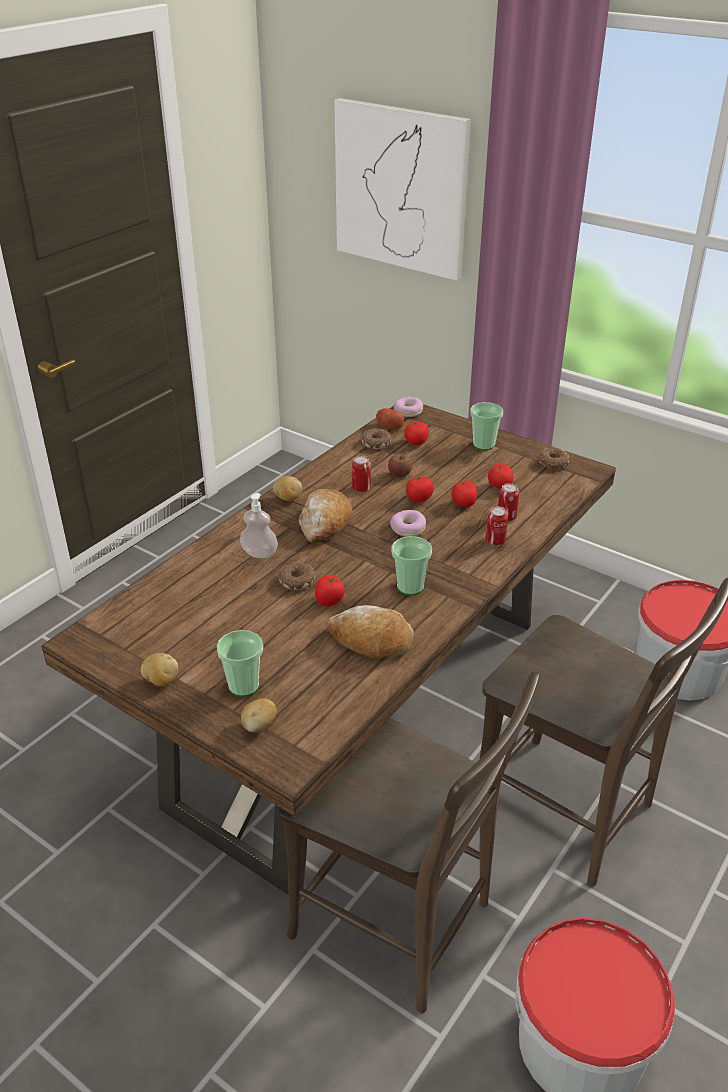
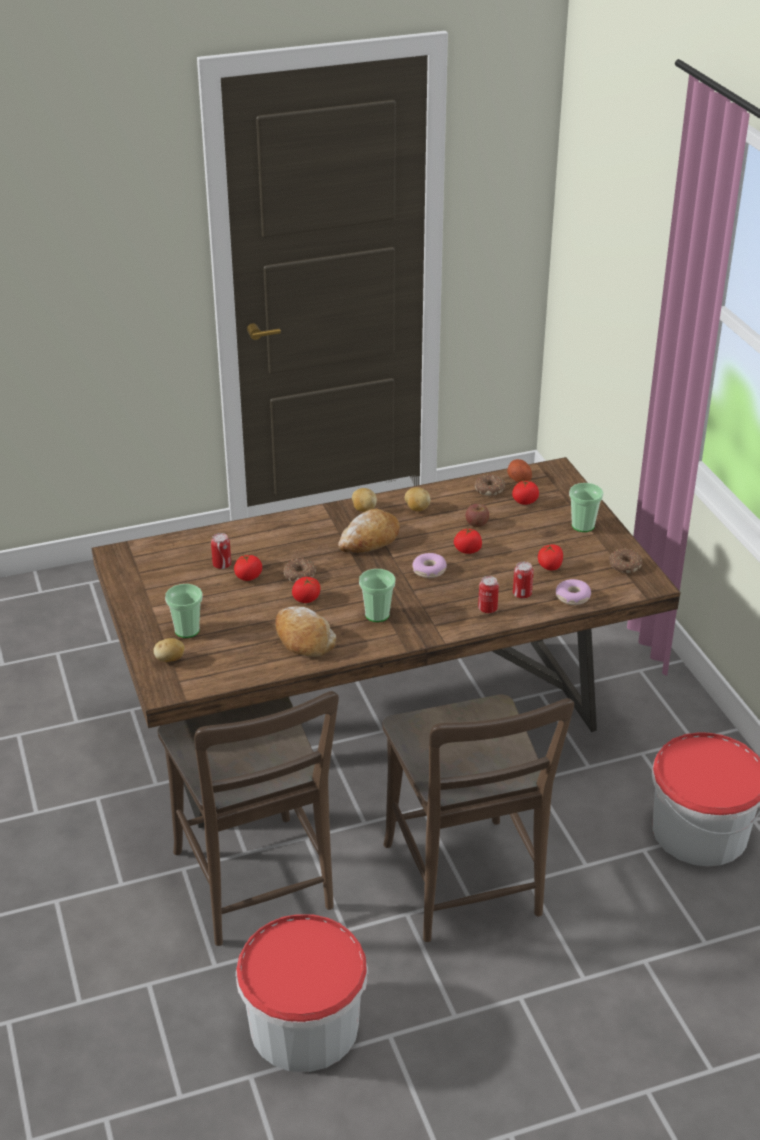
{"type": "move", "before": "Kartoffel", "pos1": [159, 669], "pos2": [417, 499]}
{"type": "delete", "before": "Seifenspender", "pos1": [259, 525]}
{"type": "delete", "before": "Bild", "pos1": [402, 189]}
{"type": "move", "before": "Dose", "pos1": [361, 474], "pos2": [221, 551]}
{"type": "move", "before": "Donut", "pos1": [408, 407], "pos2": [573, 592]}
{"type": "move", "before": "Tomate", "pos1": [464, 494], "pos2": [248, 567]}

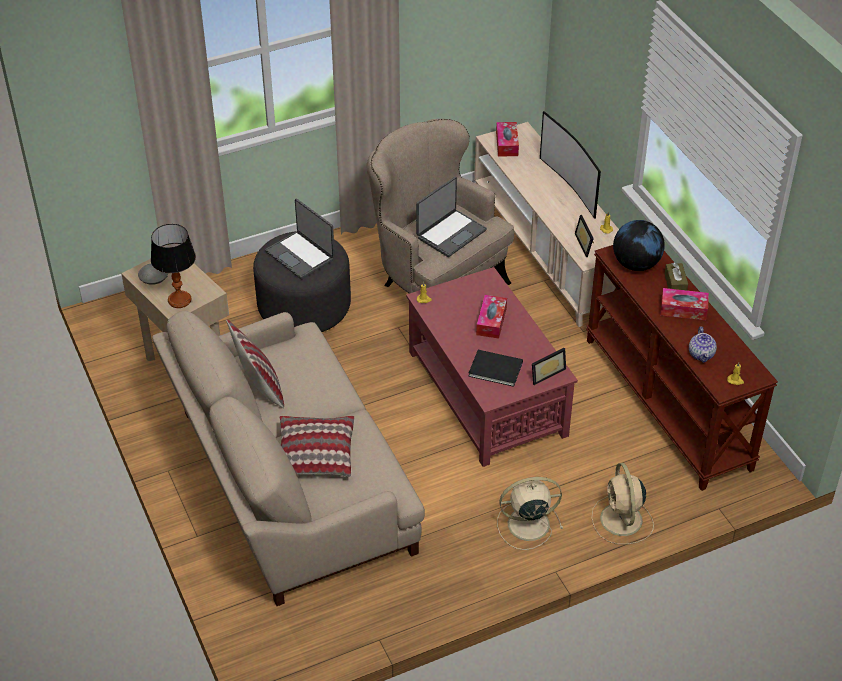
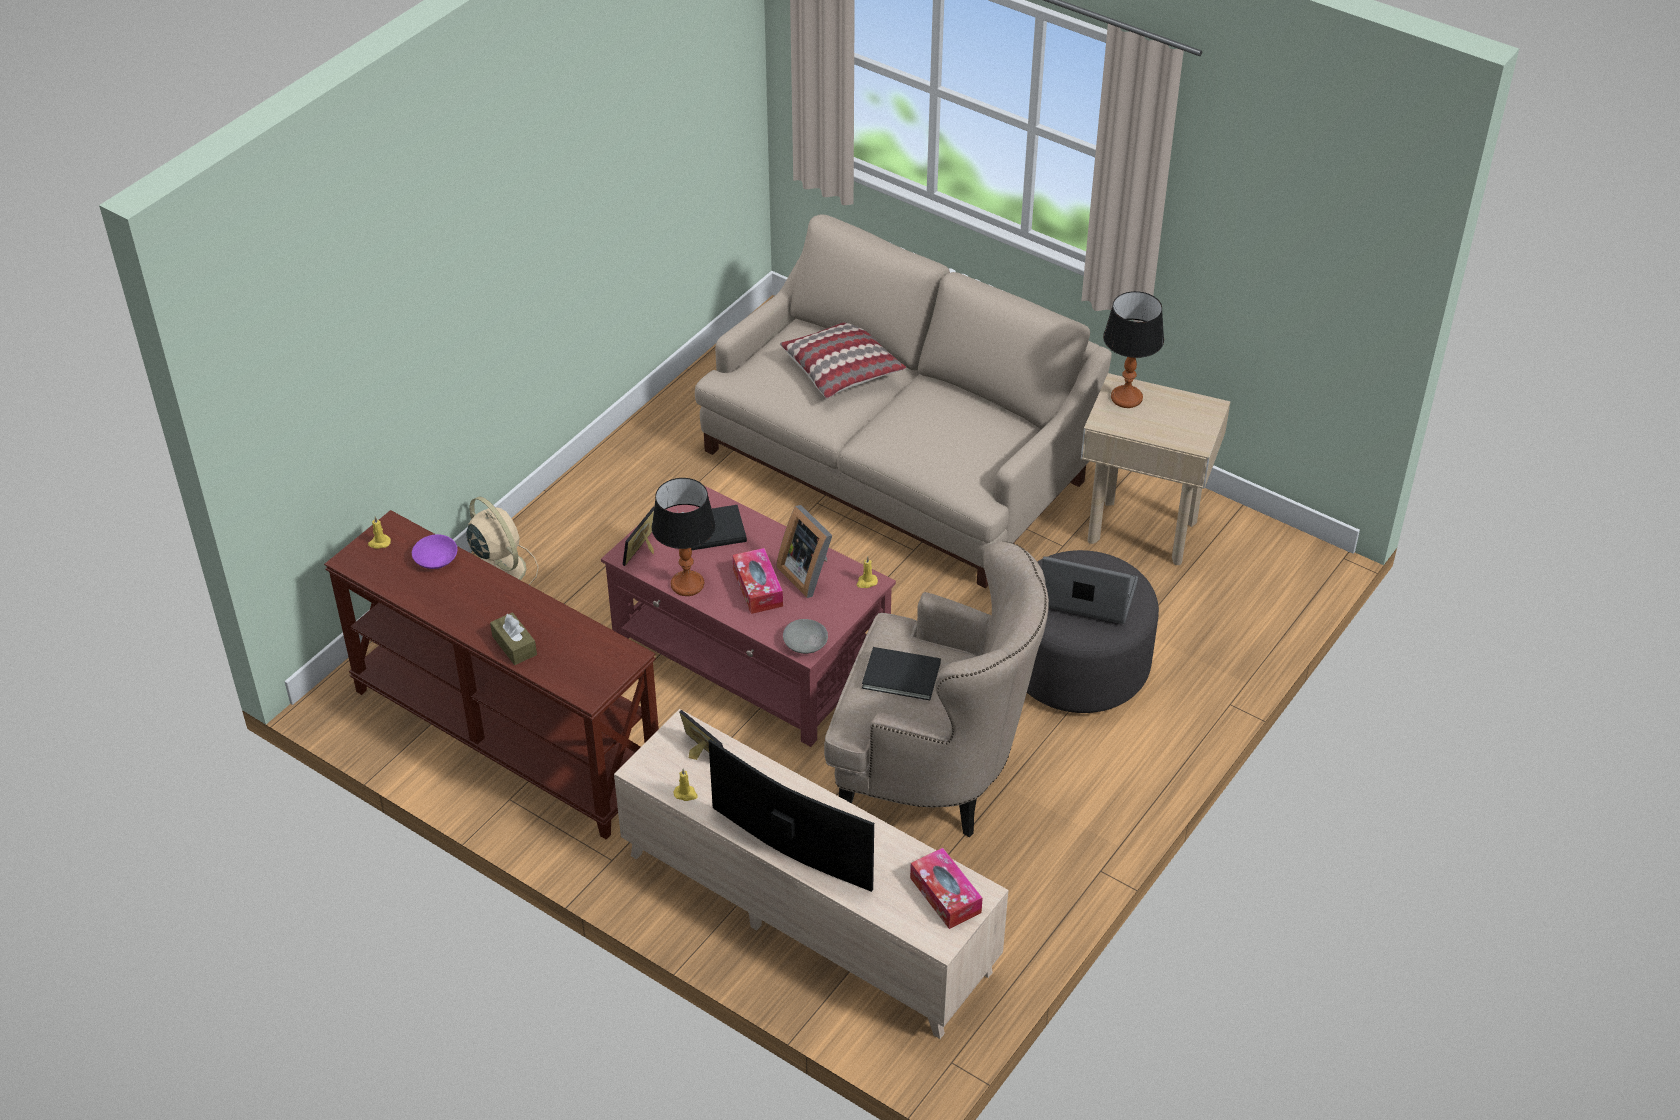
{"type": "move", "before": "Schüssel (grau)", "pos1": [153, 274], "pos2": [805, 636]}
{"type": "delete", "before": "Kissen", "pos1": [255, 363]}
{"type": "replace", "before": "Laptop", "after": "Buch (schwarz)", "pos1": [451, 217], "pos2": [901, 673]}
{"type": "delete", "before": "Ventilator (beige)", "pos1": [530, 513]}
{"type": "delete", "before": "Globus", "pos1": [639, 245]}
{"type": "delete", "before": "Taschentuchbox", "pos1": [684, 304]}
{"type": "replace", "before": "Teekanne", "after": "Schüssel (lila)", "pos1": [703, 344], "pos2": [434, 551]}
{"type": "insert", "after": "Tischlampe", "pos2": [684, 537]}
{"type": "insert", "after": "Bilderrahmen", "pos2": [804, 551]}

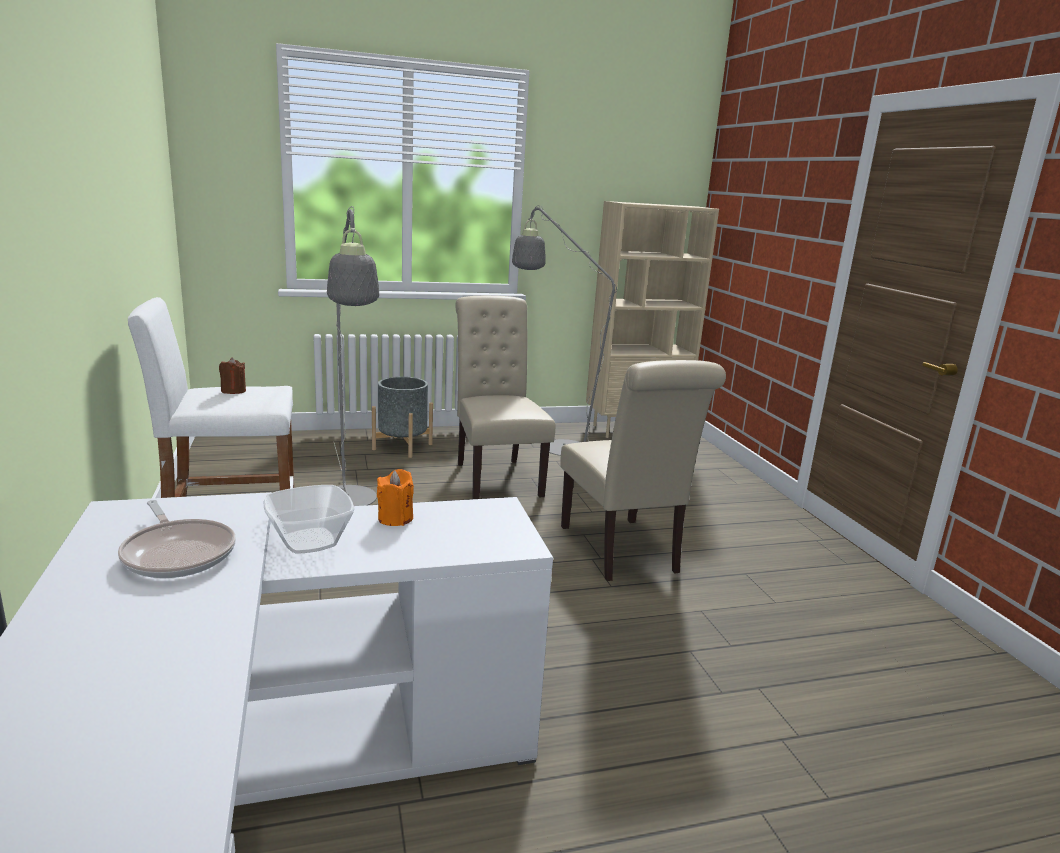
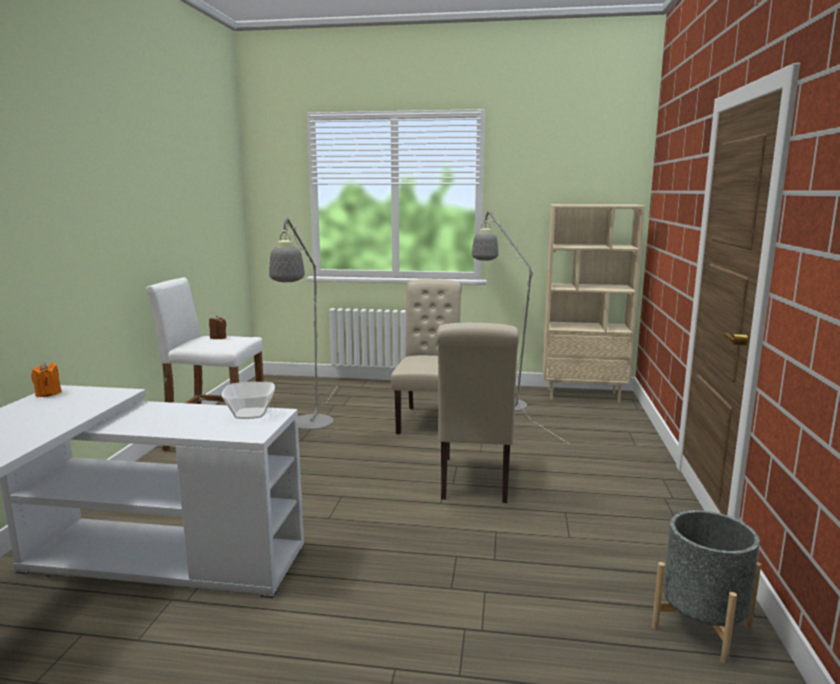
{"type": "delete", "before": "Pfanne", "pos1": [177, 539]}
{"type": "move", "before": "Schüssel", "pos1": [309, 519], "pos2": [248, 400]}
{"type": "move", "before": "Pflanzkübel (grau)", "pos1": [402, 417], "pos2": [706, 587]}
{"type": "move", "before": "Kerze (orange)", "pos1": [395, 497], "pos2": [46, 379]}

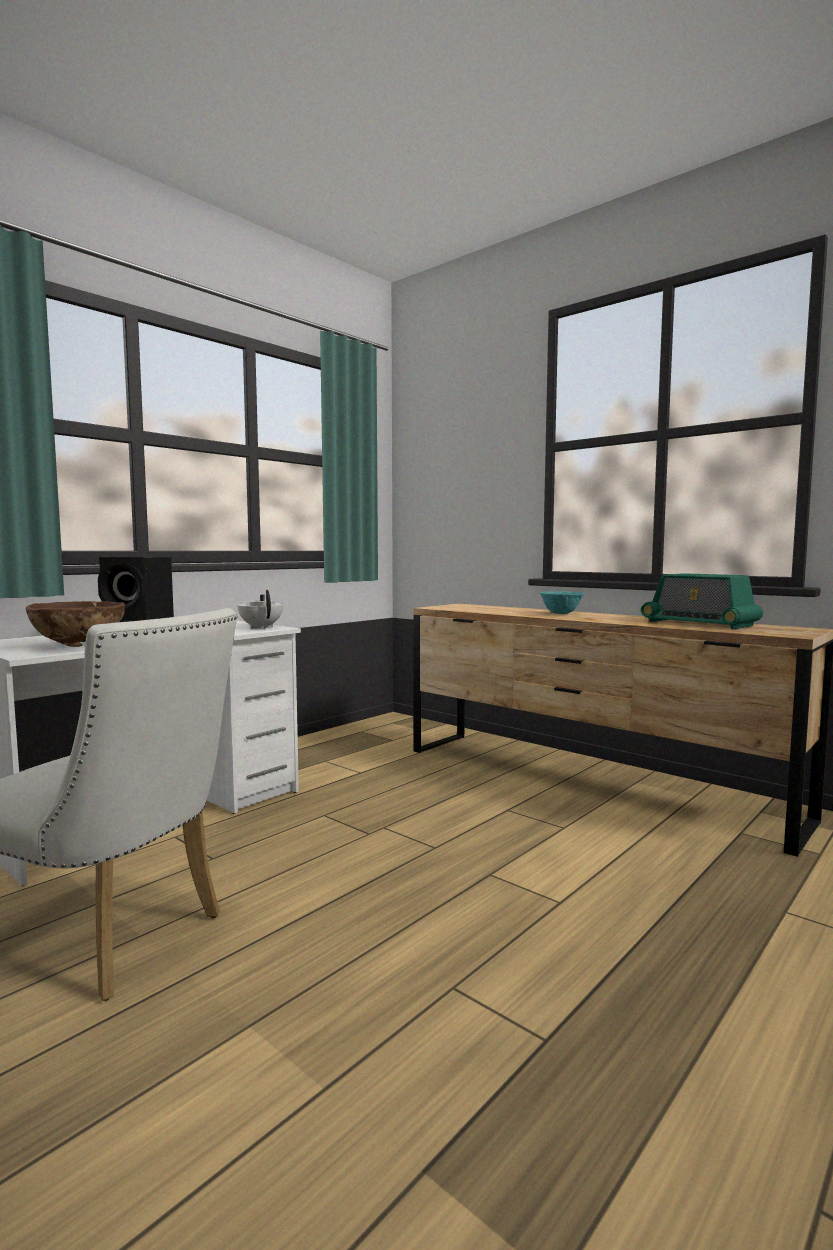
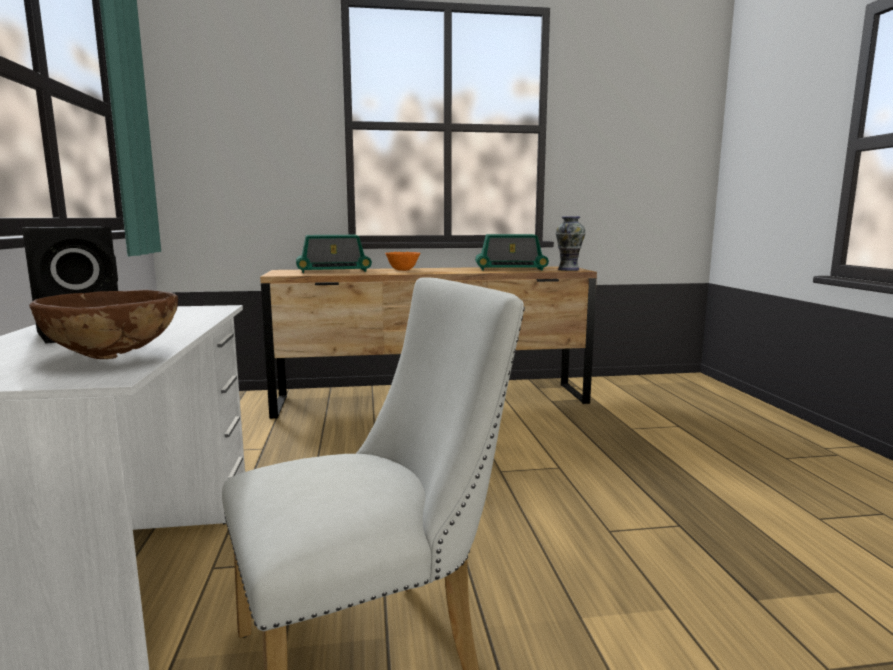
{"type": "delete", "before": "Teekanne (weiß)", "pos1": [260, 609]}
{"type": "recolor", "before": "Schüssel (türkis)", "after": "Schüssel (orange)", "pos1": [562, 602], "pos2": [402, 261]}
{"type": "insert", "after": "Radio", "pos2": [334, 254]}
{"type": "insert", "after": "Vase", "pos2": [570, 243]}

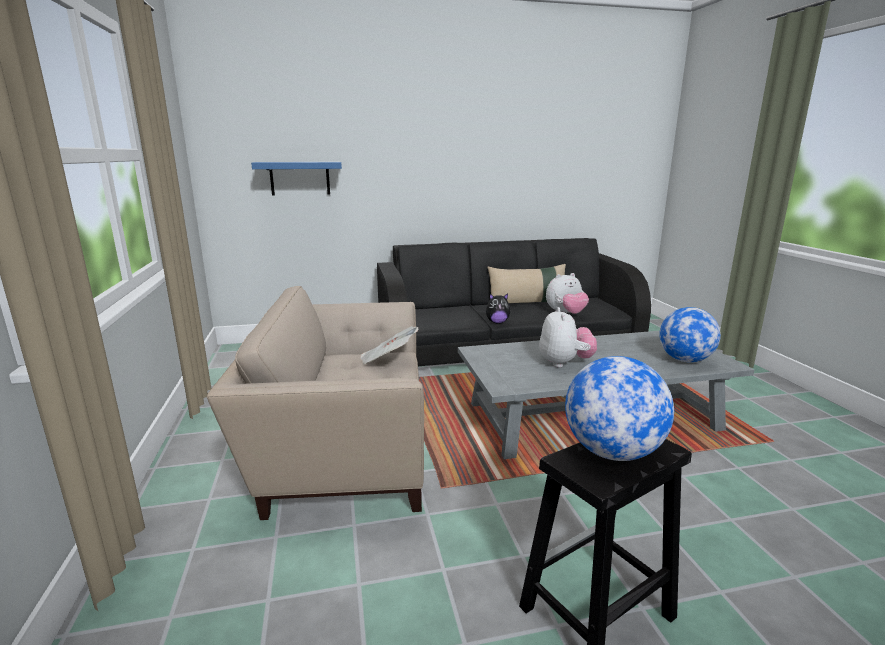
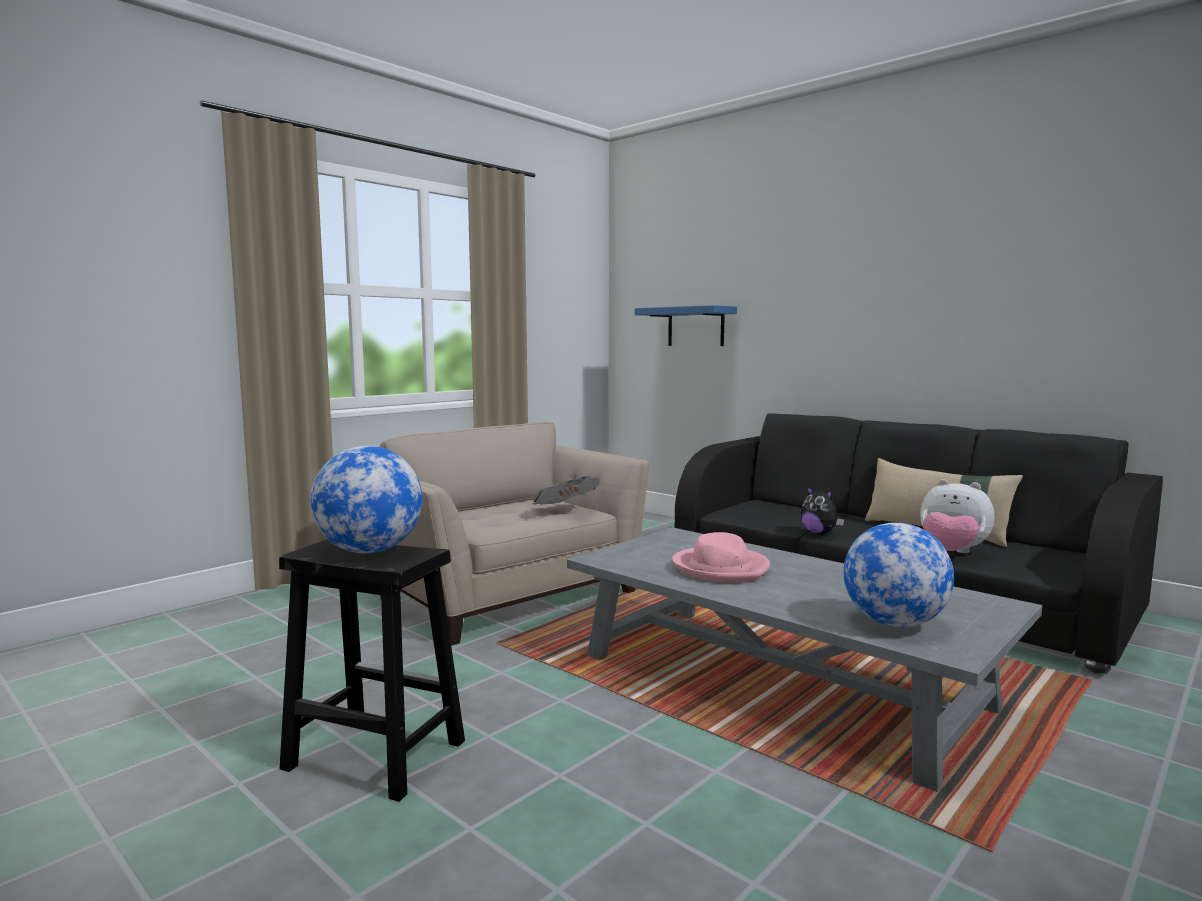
{"type": "replace", "before": "Plüschtier", "after": "Hut (rosa)", "pos1": [568, 337], "pos2": [721, 557]}

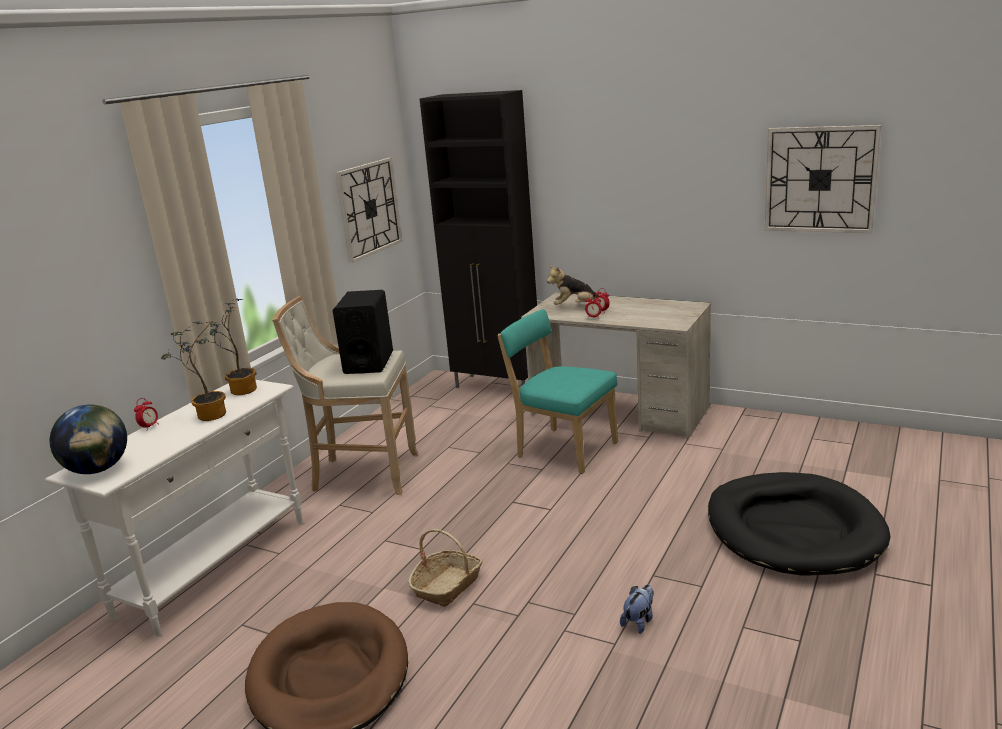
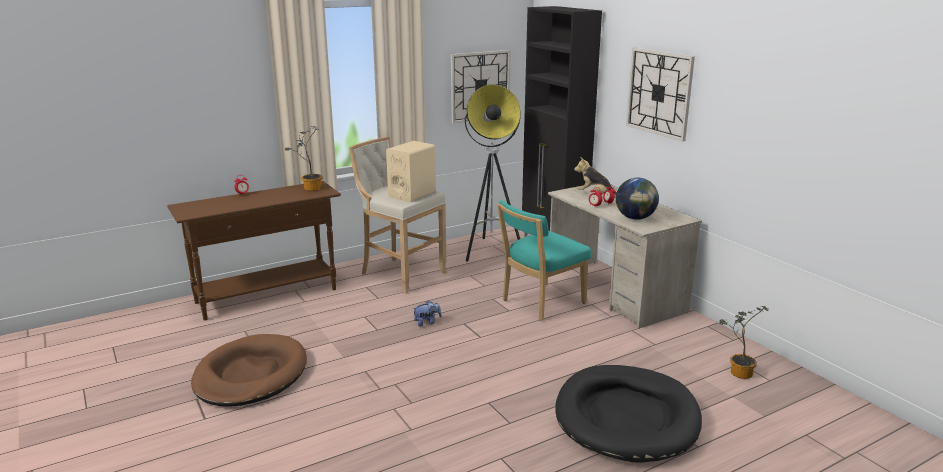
{"type": "recolor", "before": "Konsolentisch (weiß)", "after": "Konsolentisch (braun)", "pos1": [174, 508], "pos2": [254, 250]}
{"type": "move", "before": "Globus", "pos1": [88, 439], "pos2": [637, 199]}
{"type": "move", "before": "Topfpflanze", "pos1": [193, 371], "pos2": [744, 342]}
{"type": "recolor", "before": "Lautsprecher (schwarz)", "after": "Lautsprecher (beige)", "pos1": [363, 332], "pos2": [411, 171]}
{"type": "delete", "before": "Korb", "pos1": [445, 568]}
{"type": "rotate", "before": "Stuhl (türkis)", "pos1": [557, 391], "pos2": [544, 260], "turn": -105}
{"type": "move", "before": "Plüschtier", "pos1": [637, 609], "pos2": [427, 314]}
{"type": "move", "before": "Wanduhr", "pos1": [823, 179], "pos2": [660, 95]}
{"type": "insert", "after": "Stehlampe", "pos2": [492, 173]}

